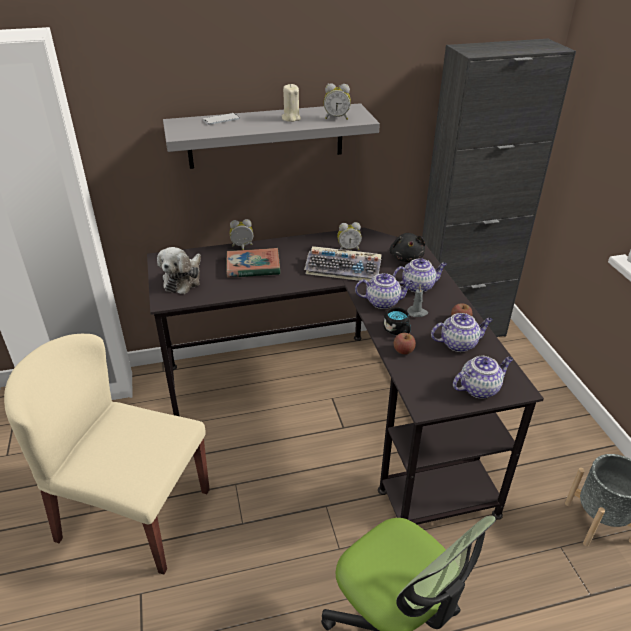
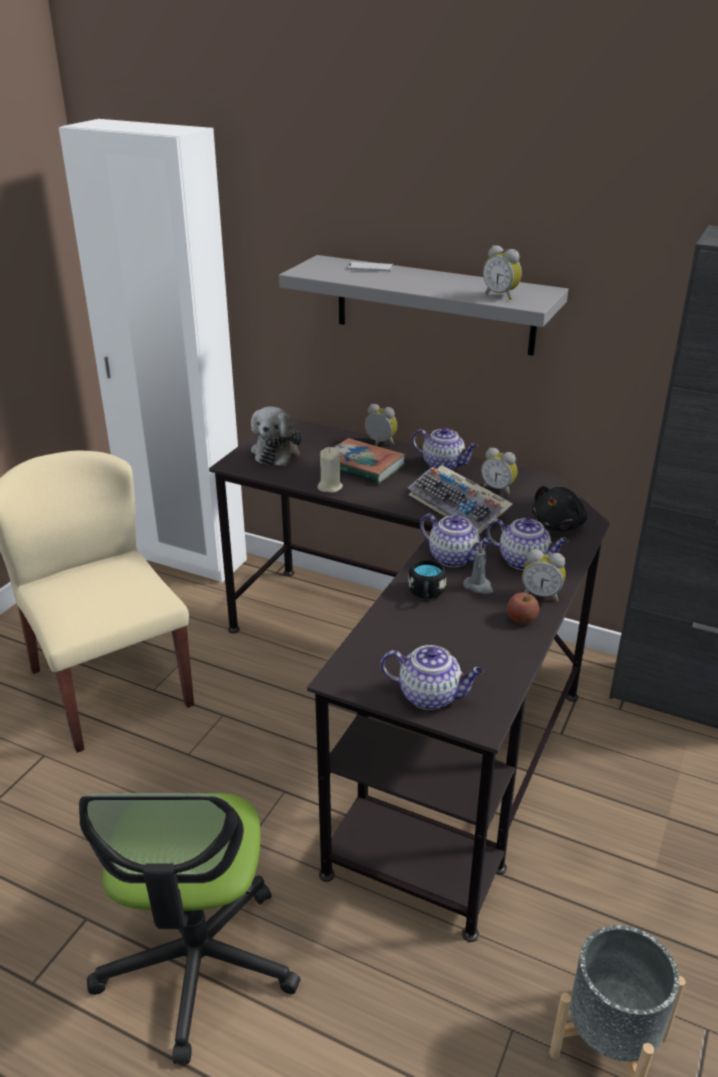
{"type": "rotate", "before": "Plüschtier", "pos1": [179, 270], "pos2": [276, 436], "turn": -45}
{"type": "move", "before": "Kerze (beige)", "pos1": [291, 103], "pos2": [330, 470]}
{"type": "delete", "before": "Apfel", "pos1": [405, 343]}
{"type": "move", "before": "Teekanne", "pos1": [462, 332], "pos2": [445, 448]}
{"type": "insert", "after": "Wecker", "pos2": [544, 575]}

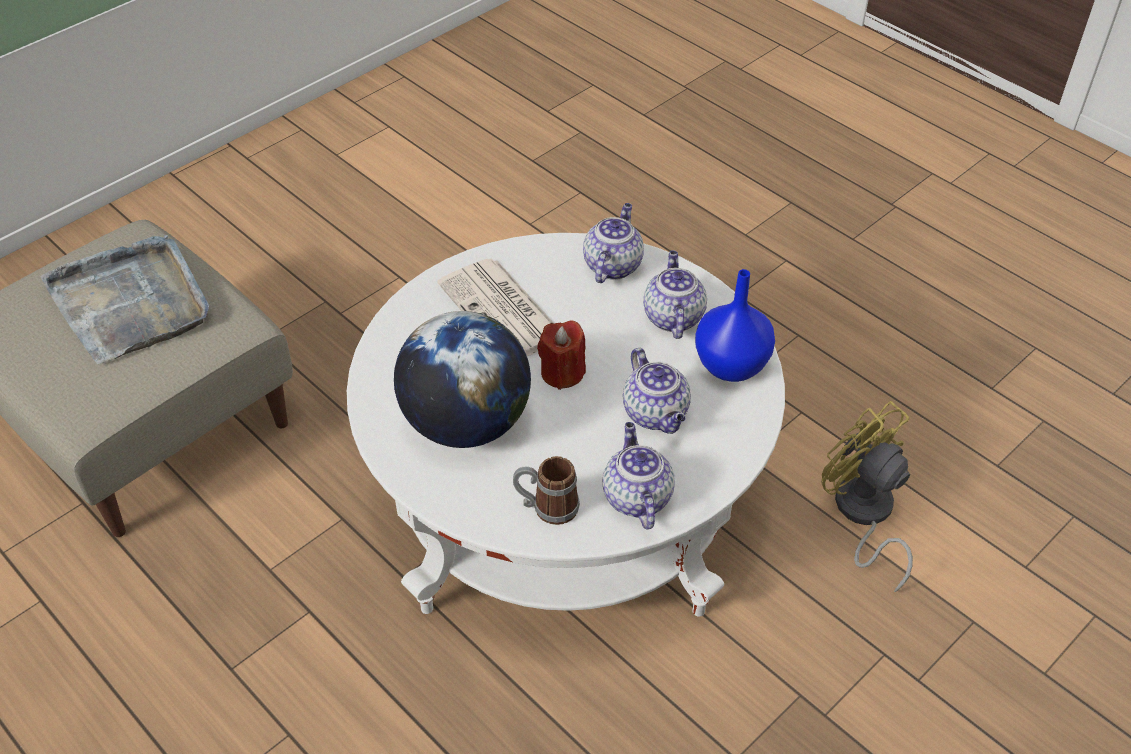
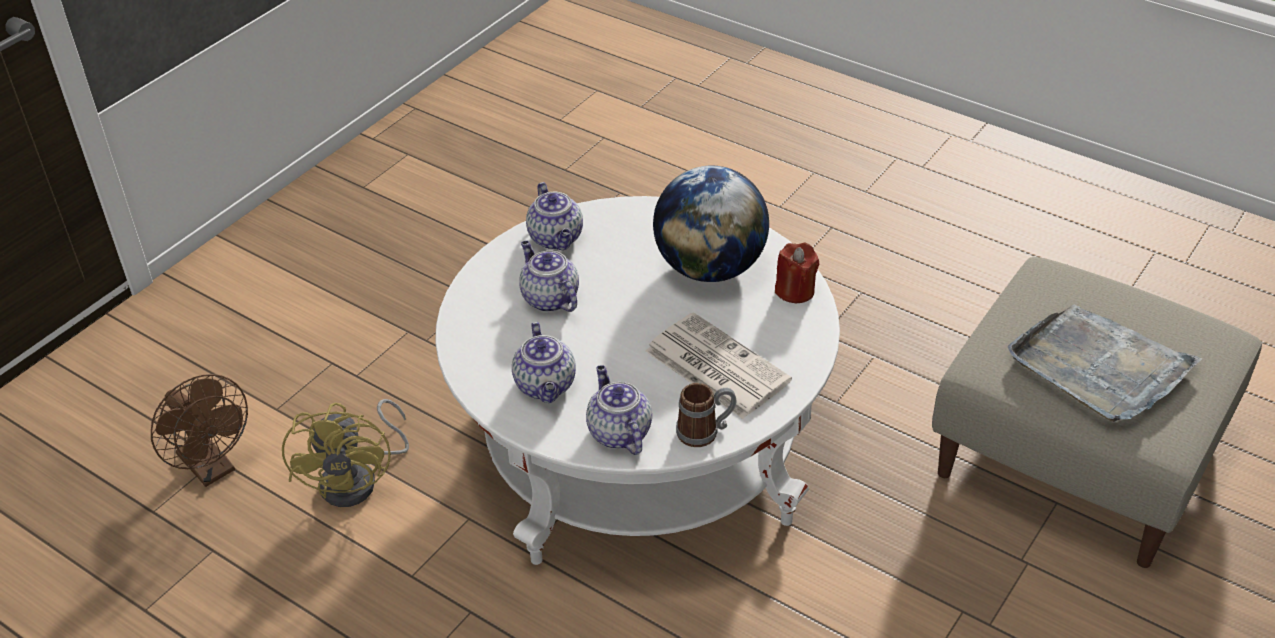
{"type": "move", "before": "Henkelbecher", "pos1": [546, 490], "pos2": [706, 415]}
{"type": "move", "before": "Kerze (rot)", "pos1": [561, 355], "pos2": [797, 273]}
{"type": "rotate", "before": "Teekanne", "pos1": [613, 243], "pos2": [619, 410], "turn": 150}
{"type": "delete", "before": "Vase (blau)", "pos1": [735, 325]}
{"type": "rotate", "before": "Ventilator (gelb)", "pos1": [867, 496], "pos2": [345, 453], "turn": 45}
{"type": "insert", "after": "Ventilator (braun)", "pos2": [199, 430]}

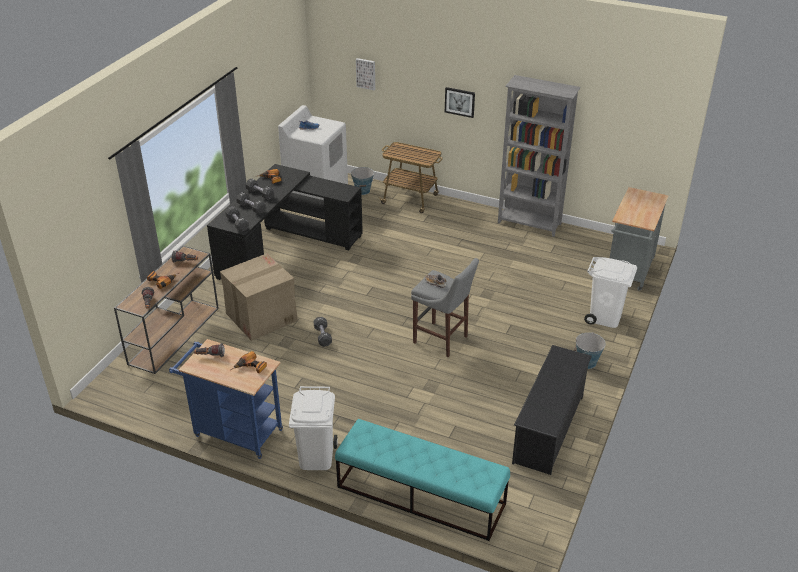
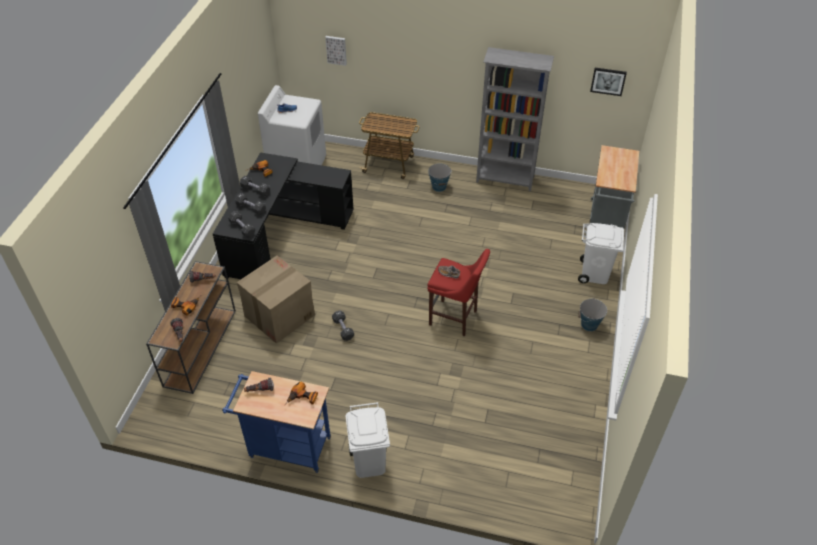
{"type": "delete", "before": "Bank (türkis)", "pos1": [422, 480]}
{"type": "move", "before": "Eimer", "pos1": [362, 181], "pos2": [440, 177]}
{"type": "recolor", "before": "Hocker (grau)", "after": "Hocker (rot)", "pos1": [445, 307], "pos2": [459, 293]}
{"type": "move", "before": "Bild", "pos1": [460, 102], "pos2": [608, 82]}
{"type": "delete", "before": "Schuhregal (schwarz)", "pos1": [552, 410]}

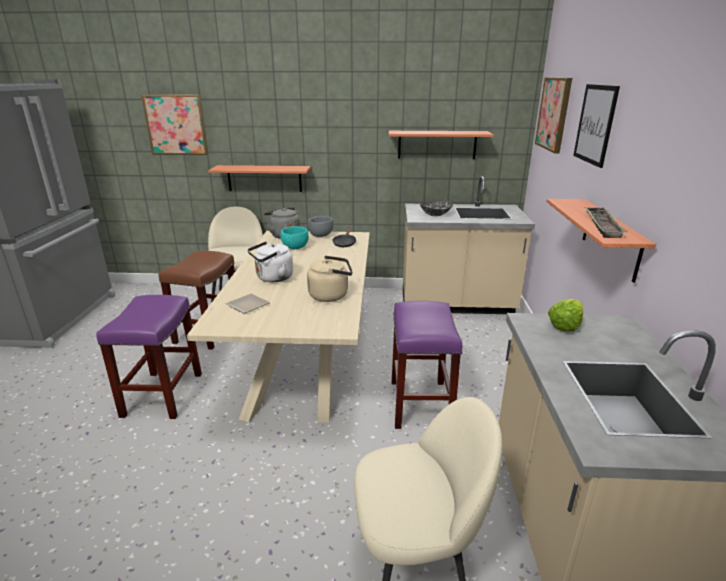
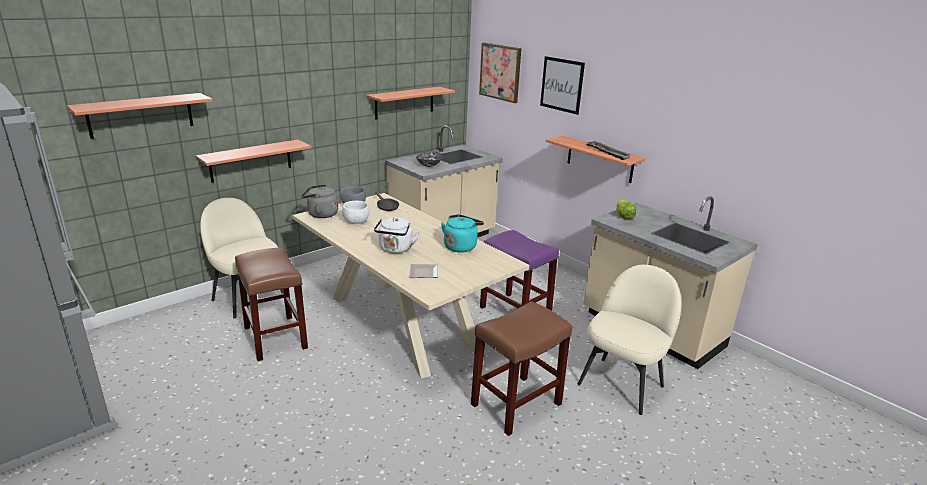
{"type": "delete", "before": "Hocker (lila)", "pos1": [149, 357]}
{"type": "replace", "before": "Bild", "after": "Wandregal", "pos1": [174, 124], "pos2": [140, 116]}
{"type": "recolor", "before": "Schüssel (türkis)", "after": "Schüssel (weiß)", "pos1": [294, 238], "pos2": [356, 212]}
{"type": "recolor", "before": "Wasserkessel (beige)", "after": "Wasserkessel (türkis)", "pos1": [330, 279], "pos2": [462, 233]}
{"type": "insert", "after": "Hocker (braun)", "pos2": [521, 368]}

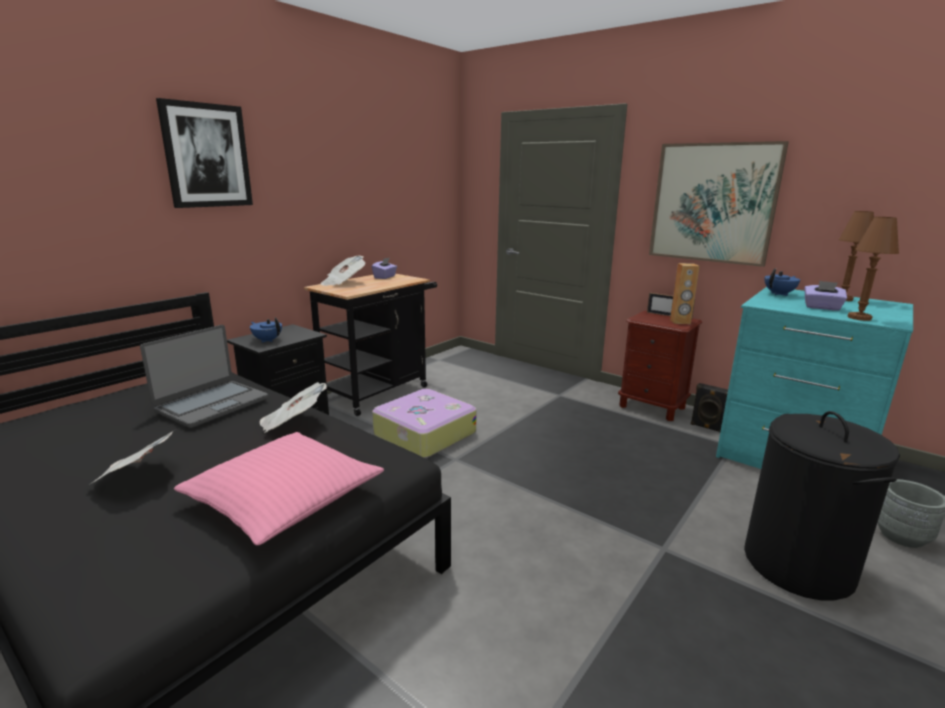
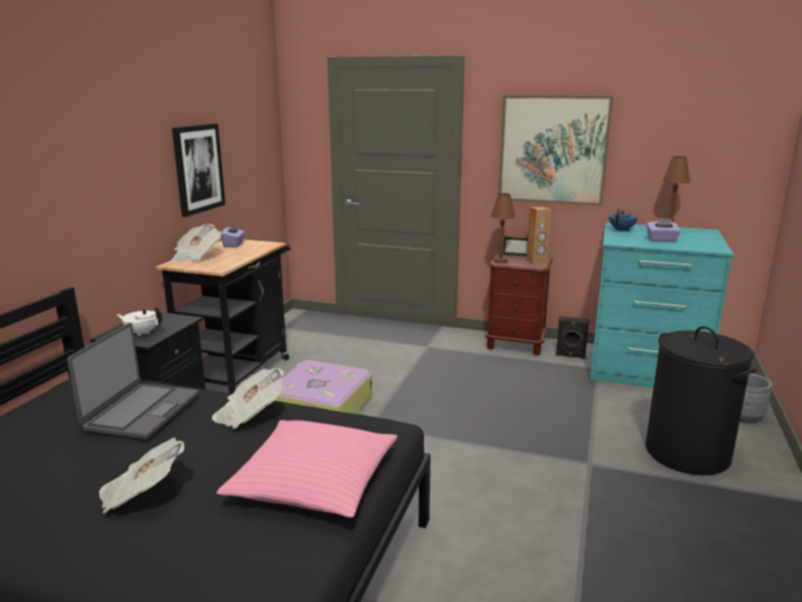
{"type": "move", "before": "Bild", "pos1": [204, 153], "pos2": [198, 170]}
{"type": "recolor", "before": "Teekanne (blau)", "after": "Teekanne (weiß)", "pos1": [266, 330], "pos2": [139, 321]}
{"type": "move", "before": "Tischlampe (braun)", "pos1": [873, 269], "pos2": [503, 228]}

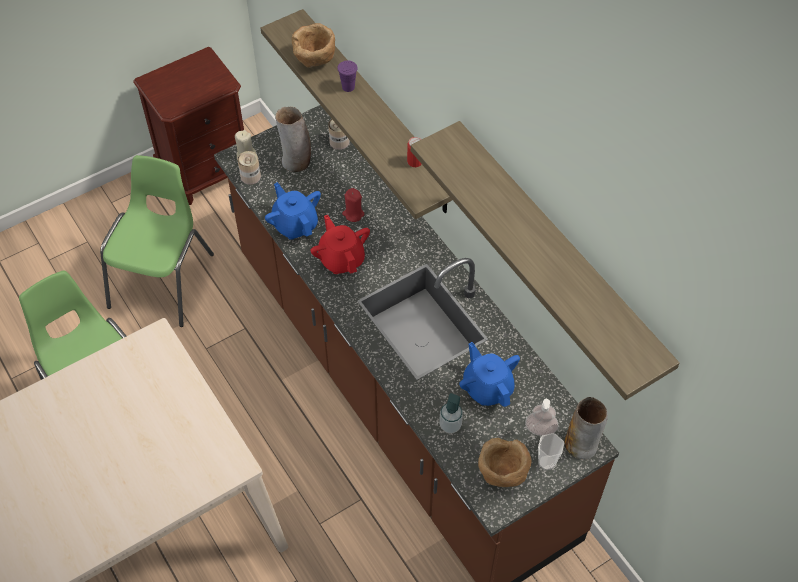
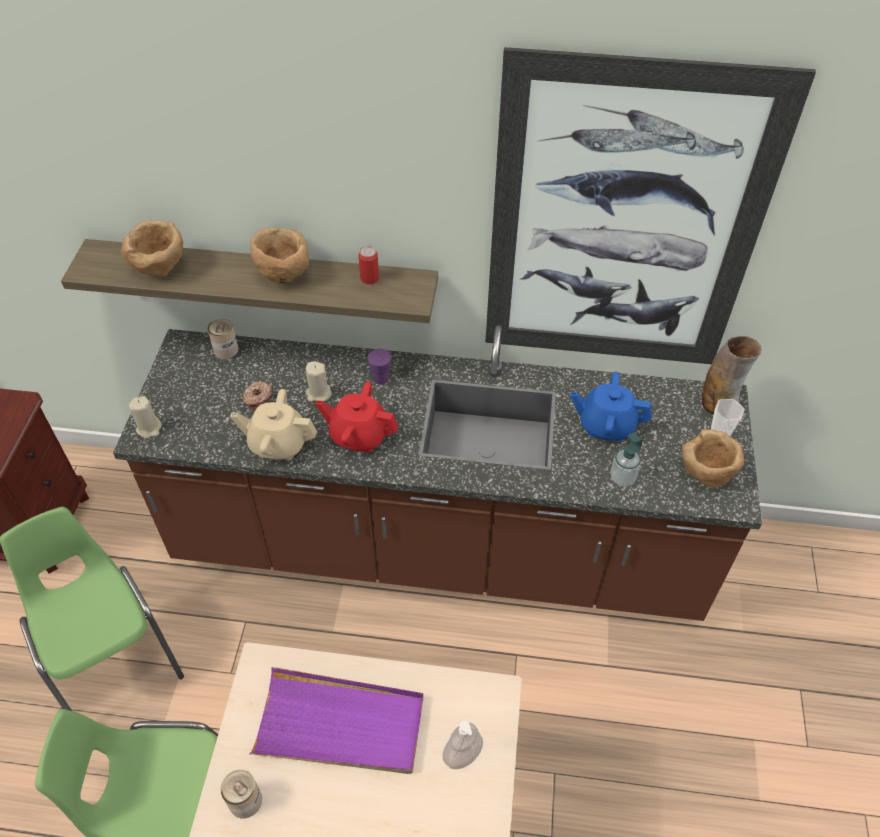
{"type": "move", "before": "Dose", "pos1": [249, 168], "pos2": [241, 793]}
{"type": "recolor", "before": "Teekanne (blau)", "after": "Teekanne (beige)", "pos1": [293, 211], "pos2": [273, 425]}
{"type": "delete", "before": "Vase", "pos1": [293, 139]}
{"type": "move", "before": "Tasse (lila)", "pos1": [347, 76], "pos2": [379, 367]}
{"type": "recolor", "before": "Kerze (rot)", "after": "Kerze (beige)", "pos1": [353, 205], "pos2": [319, 381]}
{"type": "replace", "before": "Wandregal", "after": "Bild", "pos1": [545, 260], "pos2": [650, 205]}
{"type": "move", "before": "Seifenspender", "pos1": [541, 417], "pos2": [462, 745]}
{"type": "insert", "after": "Donut", "pos2": [257, 394]}
{"type": "insert", "after": "Tablett (lila)", "pos2": [336, 720]}
{"type": "insert", "after": "Schüssel (braun)", "pos2": [279, 256]}

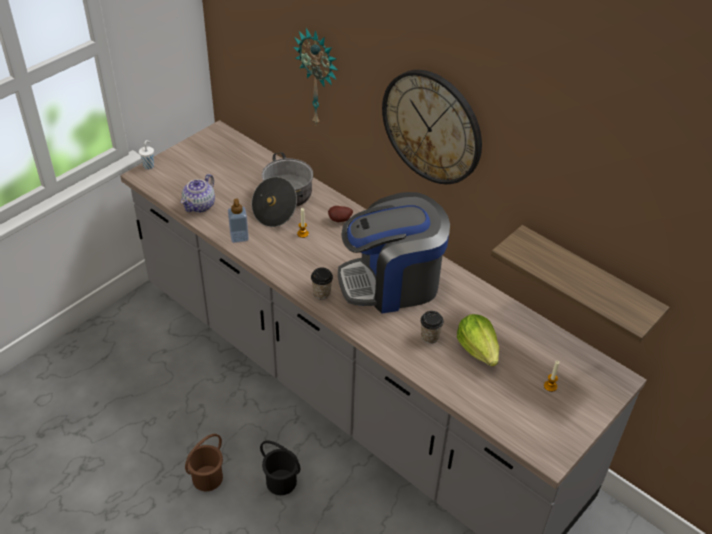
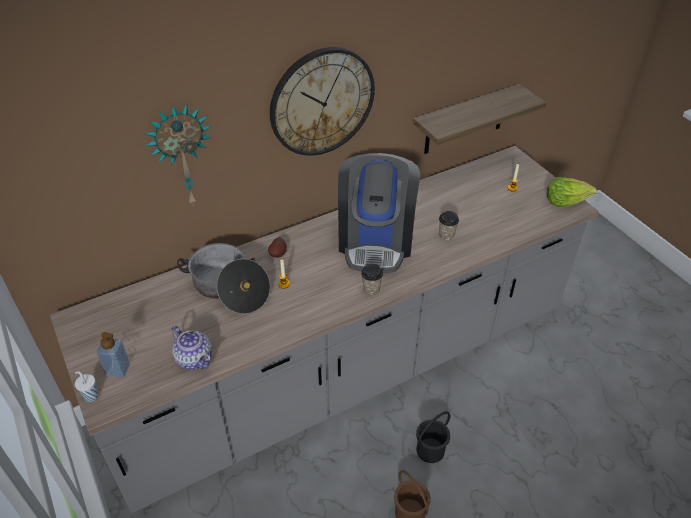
{"type": "move", "before": "Seifenspender", "pos1": [238, 221], "pos2": [113, 355]}
{"type": "move", "before": "Salatkopf", "pos1": [478, 340], "pos2": [572, 192]}

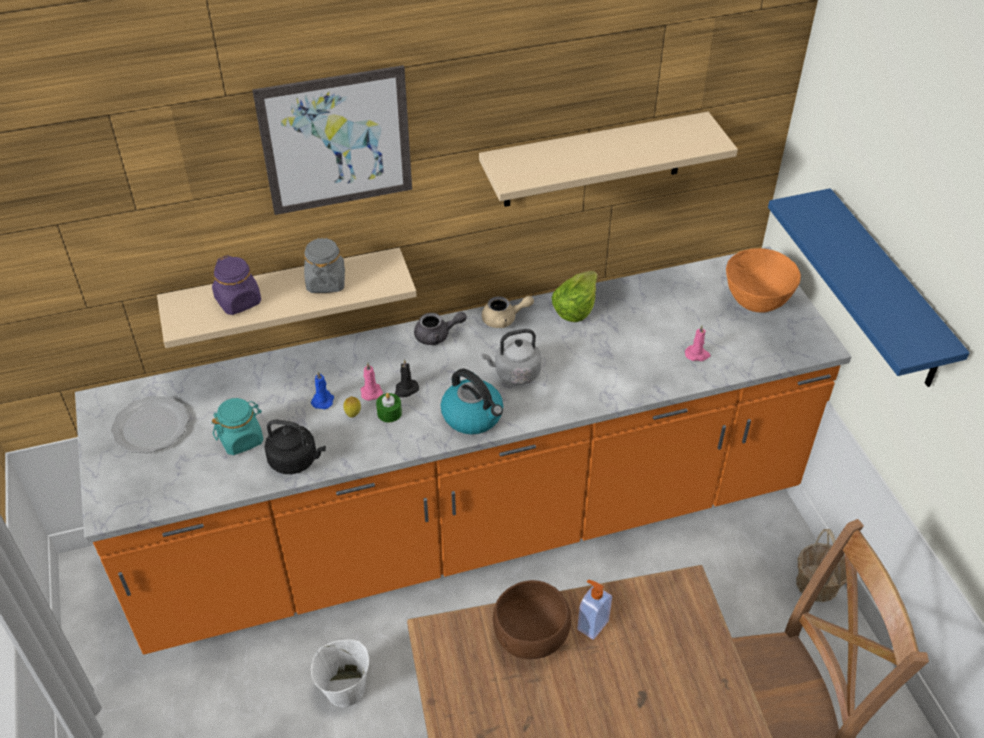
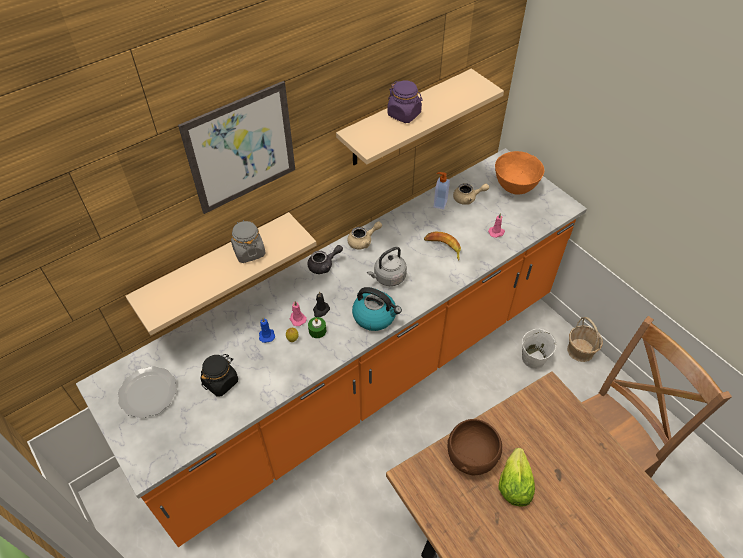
{"type": "recolor", "before": "Vorratsglas (türkis)", "after": "Vorratsglas (schwarz)", "pos1": [237, 426], "pos2": [219, 375]}
{"type": "move", "before": "Vorratsglas (lila)", "pos1": [236, 285], "pos2": [405, 102]}
{"type": "delete", "before": "Wasserkessel (schwarz)", "pos1": [295, 447]}
{"type": "move", "before": "Eimer (weiß)", "pos1": [340, 673], "pos2": [539, 349]}
{"type": "move", "before": "Salatkopf", "pos1": [574, 296], "pos2": [516, 477]}
{"type": "move", "before": "Seifenspender", "pos1": [594, 610], "pos2": [441, 191]}
{"type": "delete", "before": "Wandregal (blau)", "pos1": [869, 287]}
{"type": "insert", "after": "Banane", "pos2": [442, 246]}
{"type": "insert", "after": "Teekanne (beige)", "pos2": [471, 194]}

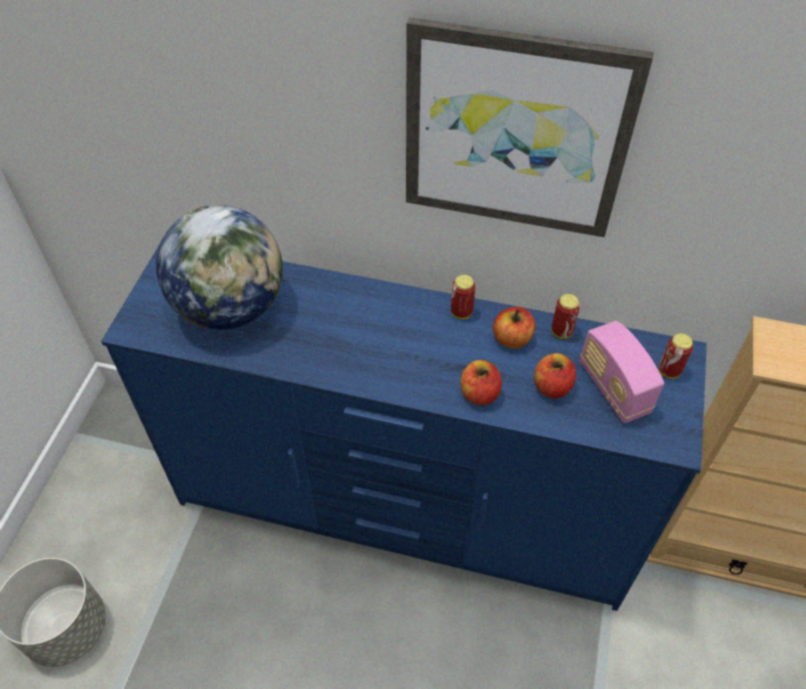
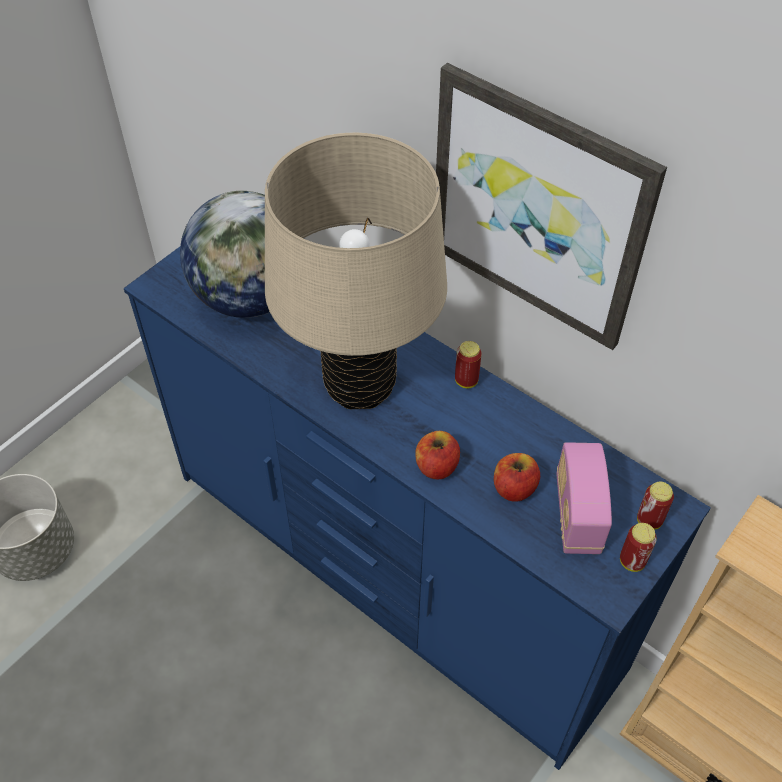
{"type": "delete", "before": "Apfel", "pos1": [514, 327]}
{"type": "move", "before": "Dose", "pos1": [565, 316], "pos2": [638, 547]}
{"type": "insert", "after": "Tischlampe (beige)", "pos2": [356, 271]}

